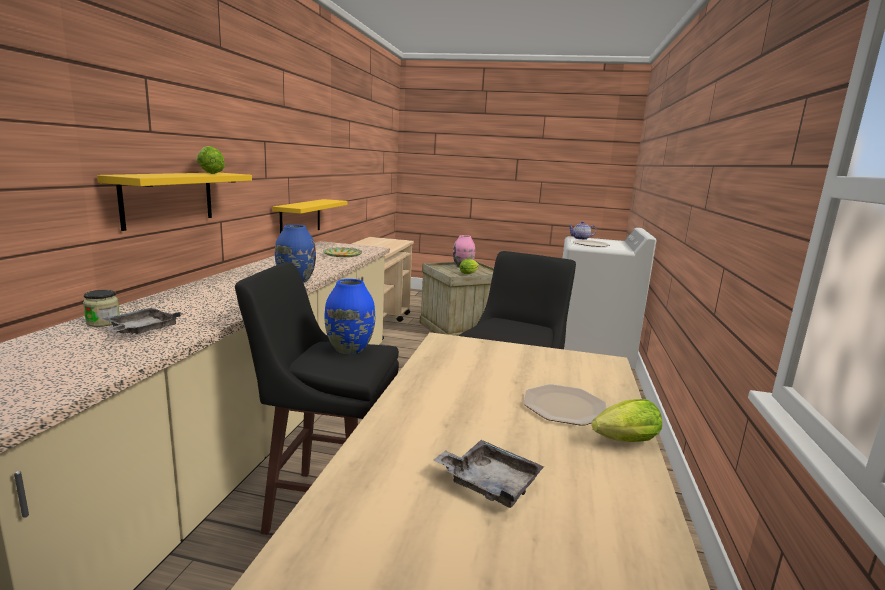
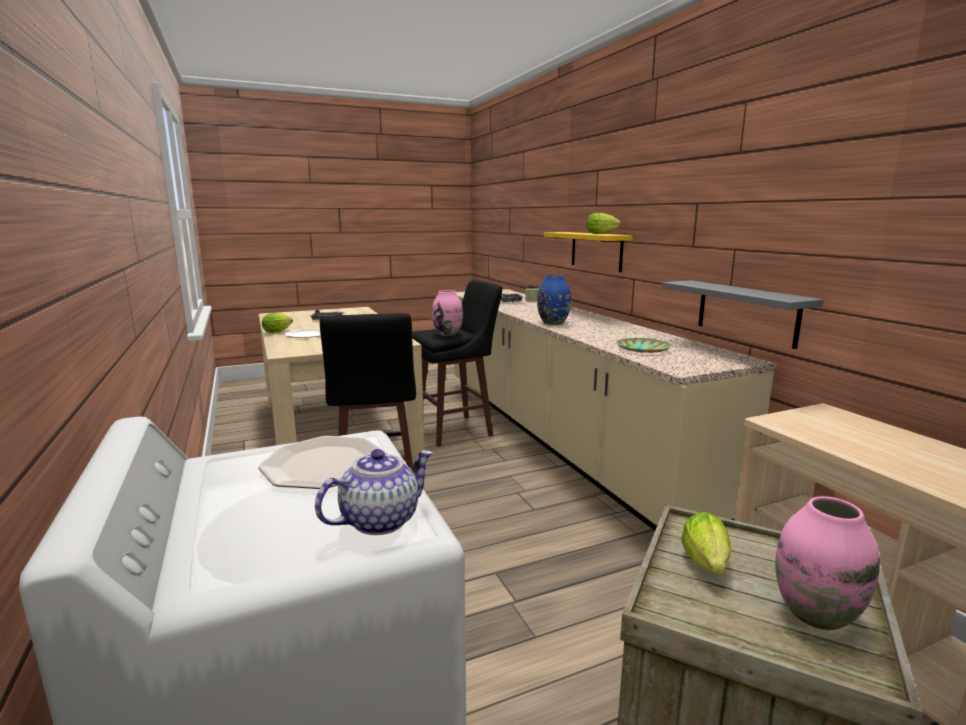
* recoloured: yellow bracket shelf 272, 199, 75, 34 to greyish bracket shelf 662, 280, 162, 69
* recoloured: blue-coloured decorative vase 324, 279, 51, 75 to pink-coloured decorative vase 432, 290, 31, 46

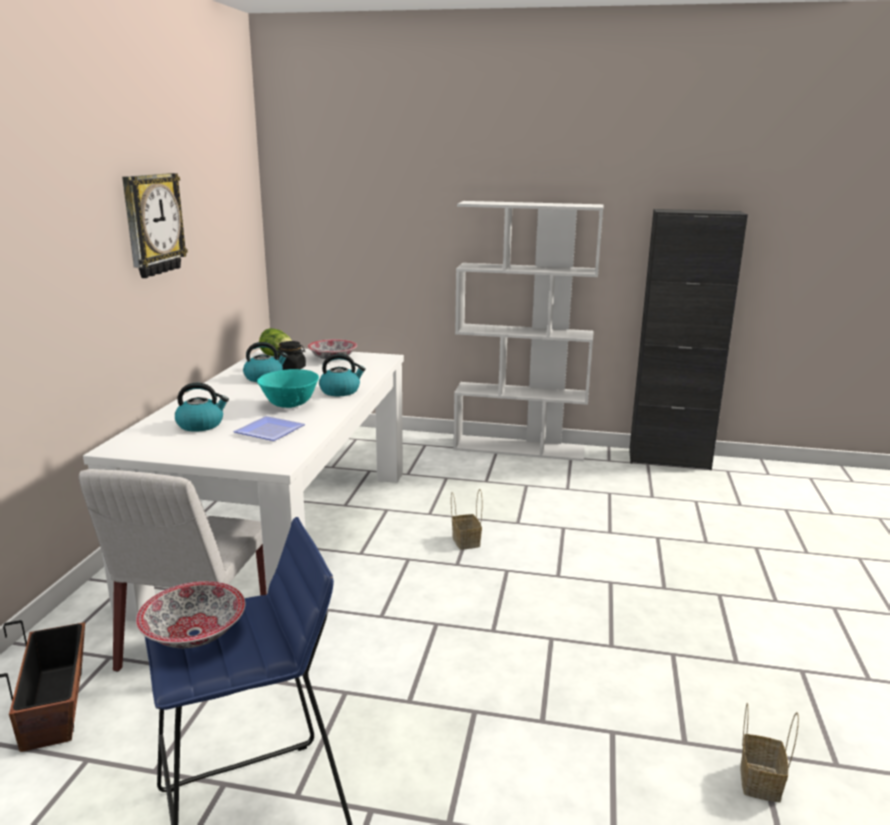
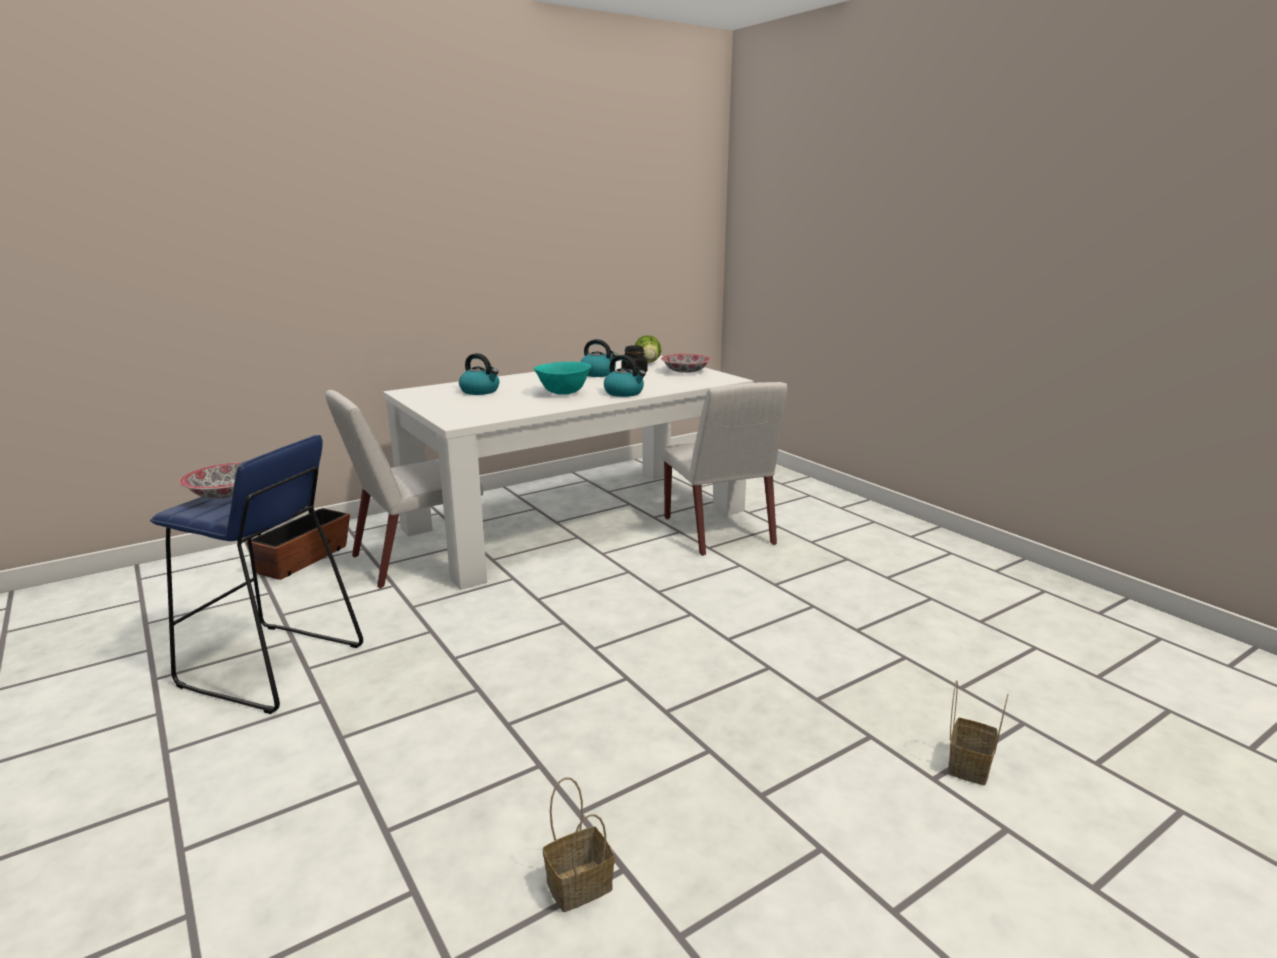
* removed: wall clock 122, 173, 66, 105
* removed: dinner plate 233, 416, 72, 25
* removed: whitish bookcase 453, 201, 151, 260
* removed: black-coloured cabinet 629, 209, 119, 261
* added: whitish upright chair 662, 382, 126, 174
* moved: storage basket 451, 489, 31, 61 to 948, 680, 61, 105

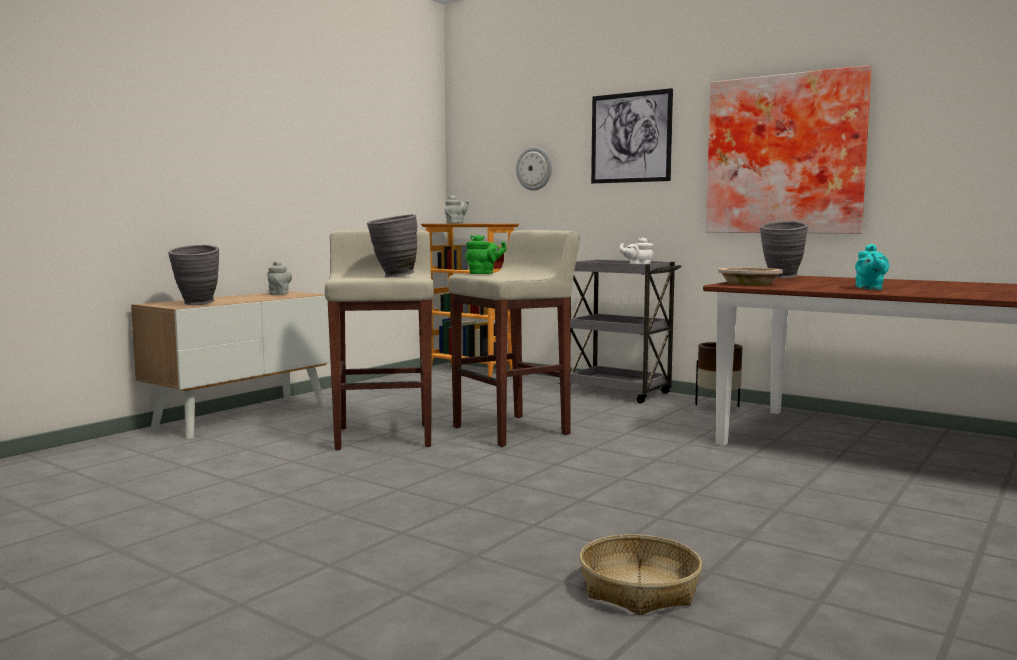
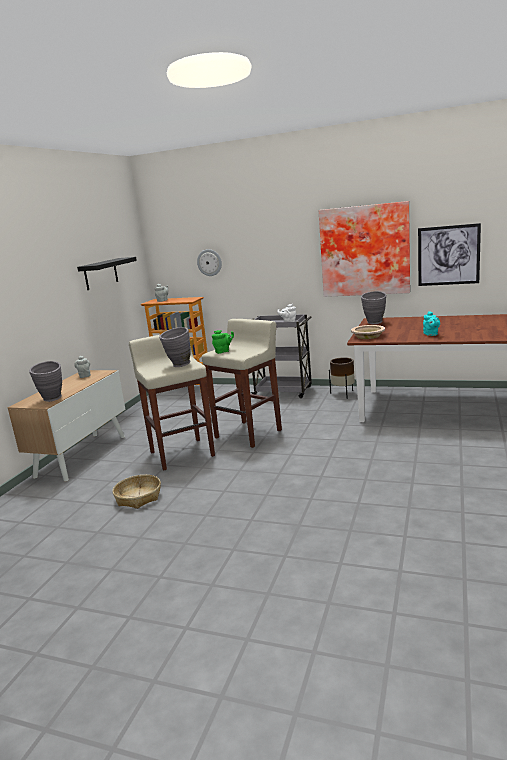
* added: black-coloured bracket shelf 77, 257, 60, 33
* moved: storage basket 579, 534, 123, 81 to 113, 475, 48, 34
* moved: wall picture 591, 88, 82, 95 to 418, 223, 63, 63

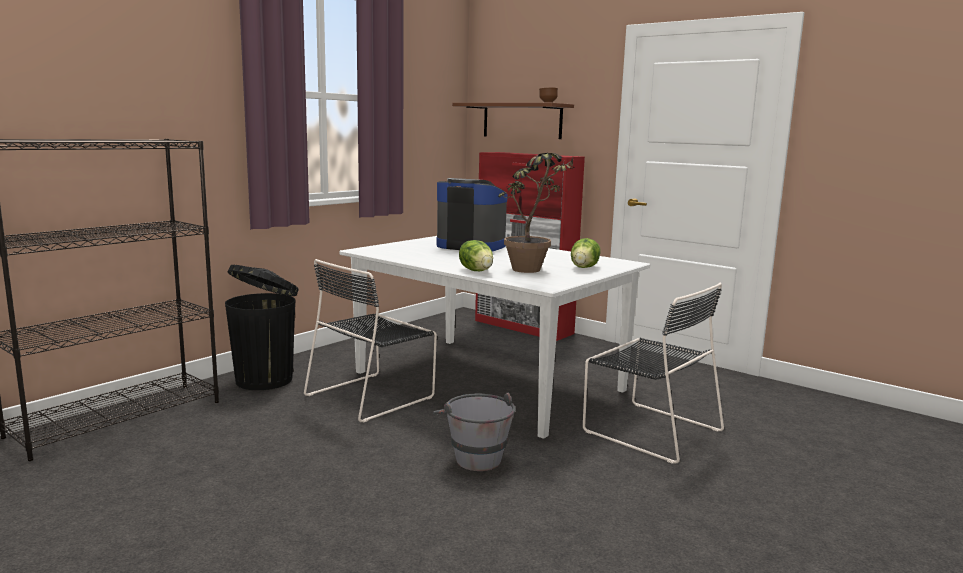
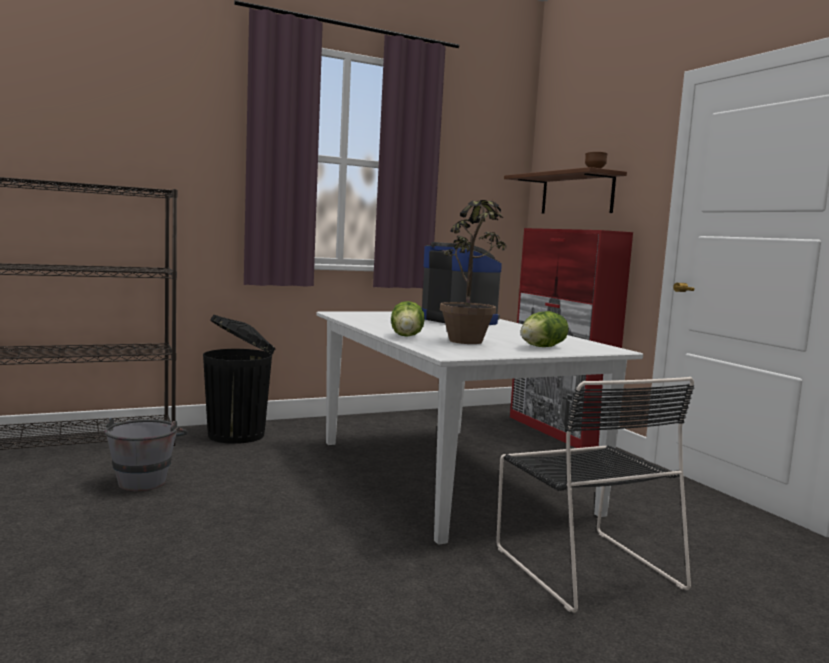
* removed: black-coloured upright chair 304, 259, 133, 164
* moved: greyish water bucket 433, 392, 83, 79 to 104, 418, 84, 73

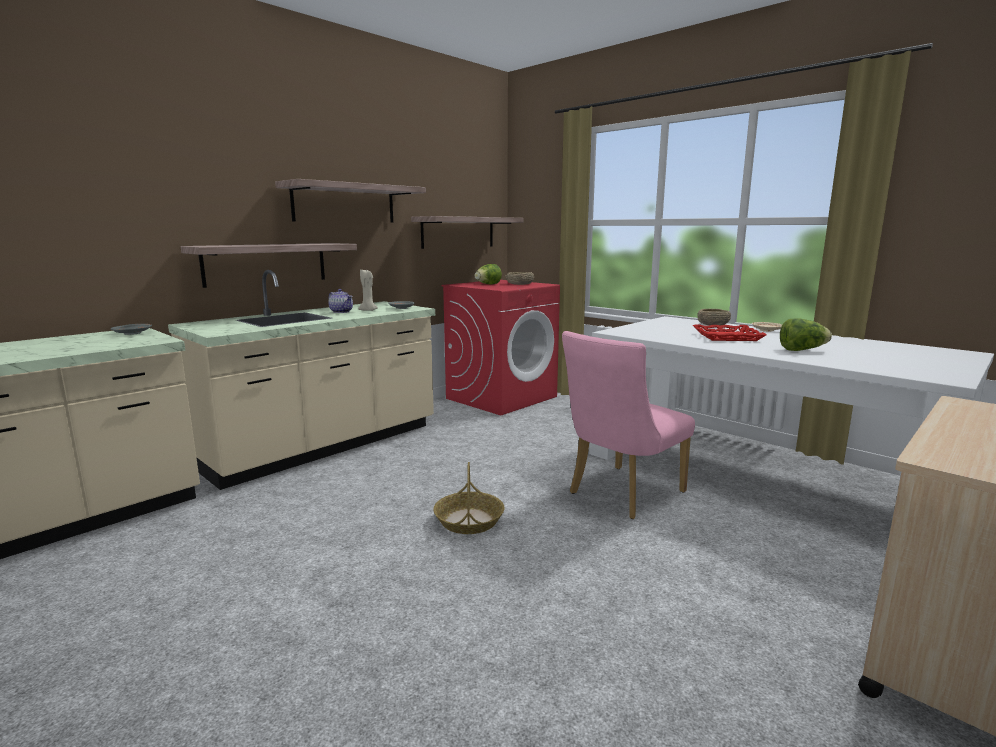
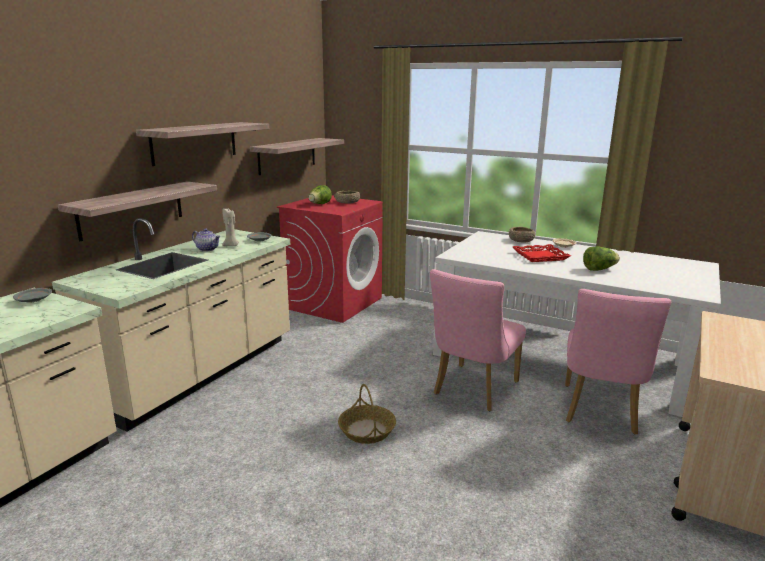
* added: pink-coloured upright chair 565, 289, 106, 145

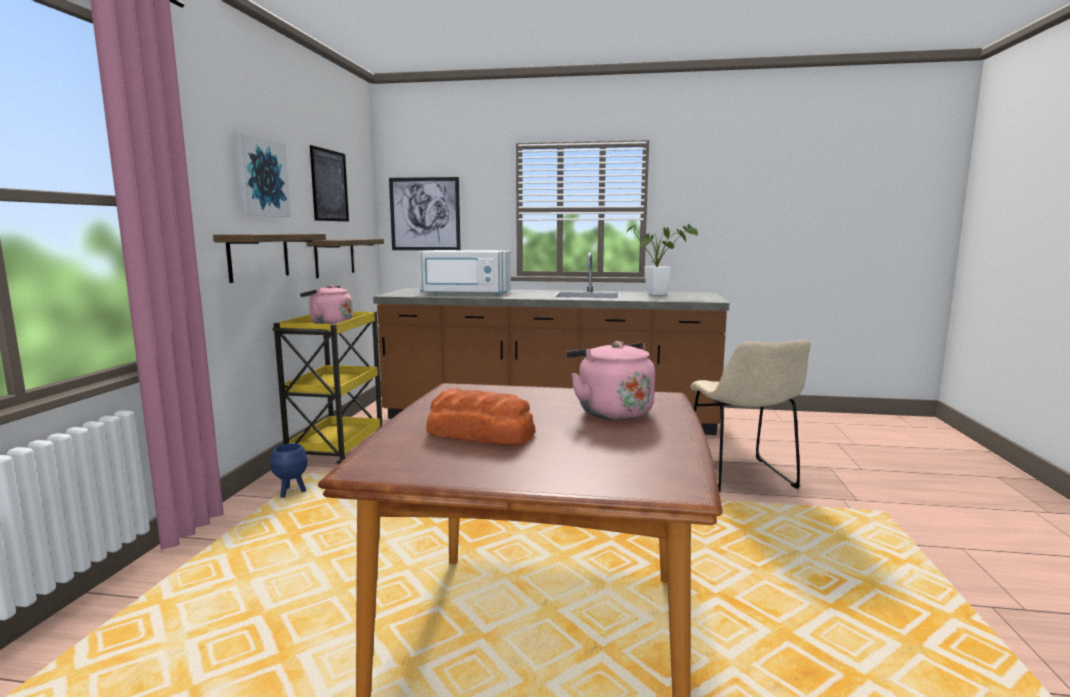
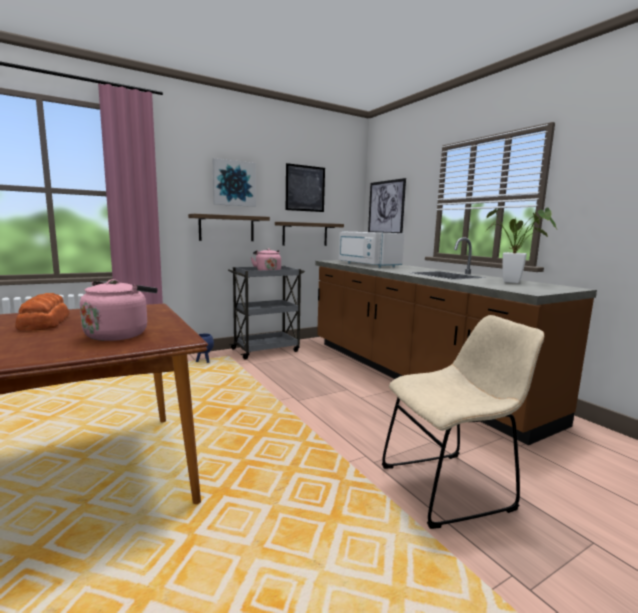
* recoloured: yellow cart 272, 311, 110, 154 to greyish cart 228, 266, 77, 94
* turned: beige upright chair 690, 340, 120, 153 = 382, 315, 162, 214 150 degrees counterclockwise

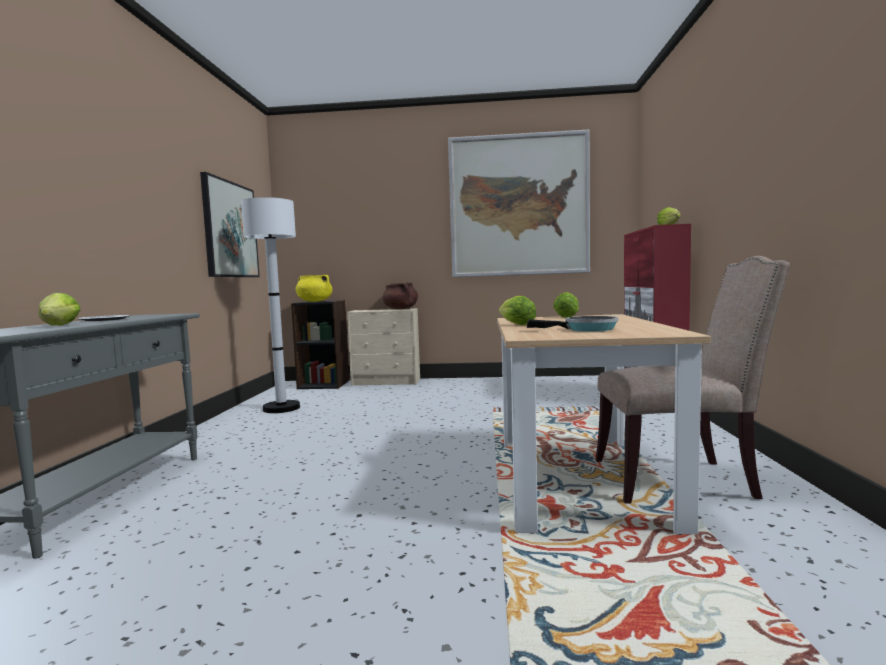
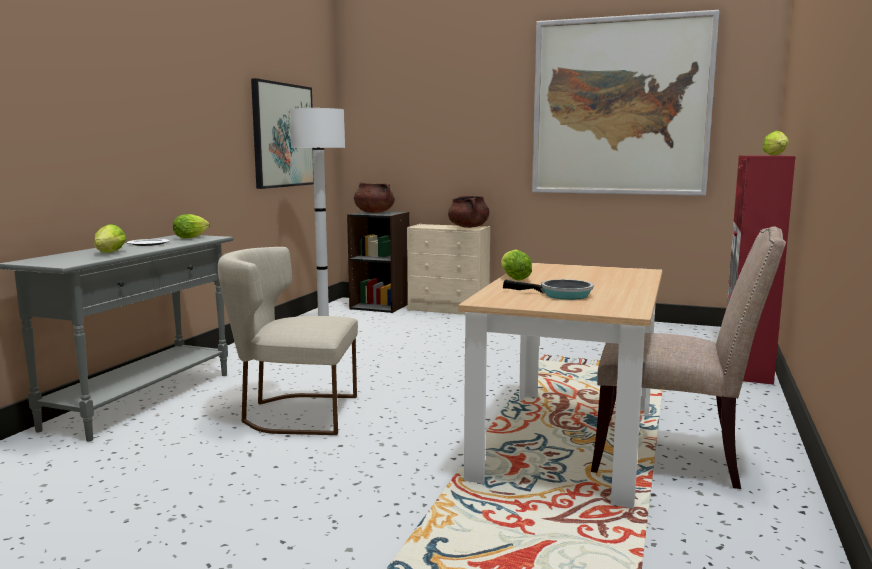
* added: beige upright chair 218, 247, 140, 188
* moved: lettuce 553, 292, 26, 26 to 173, 214, 37, 25
* recoloured: yellow cooking pot 296, 275, 37, 27 to brownish cooking pot 354, 182, 40, 31

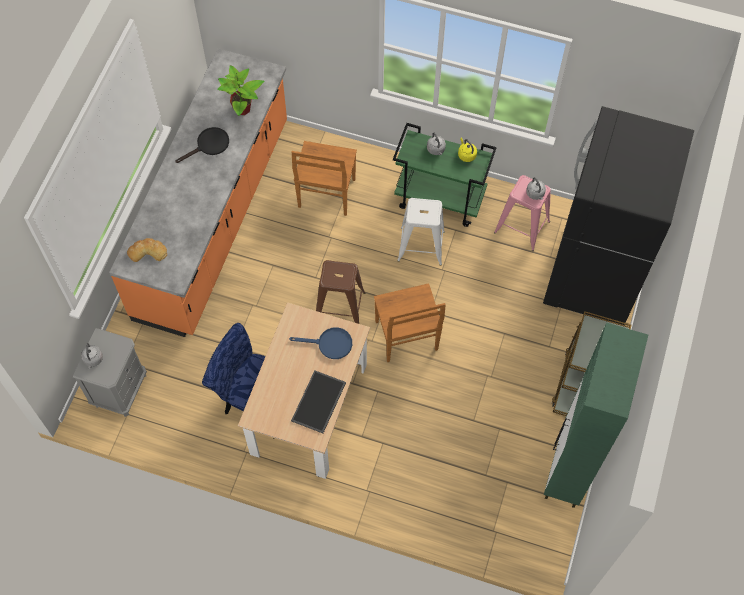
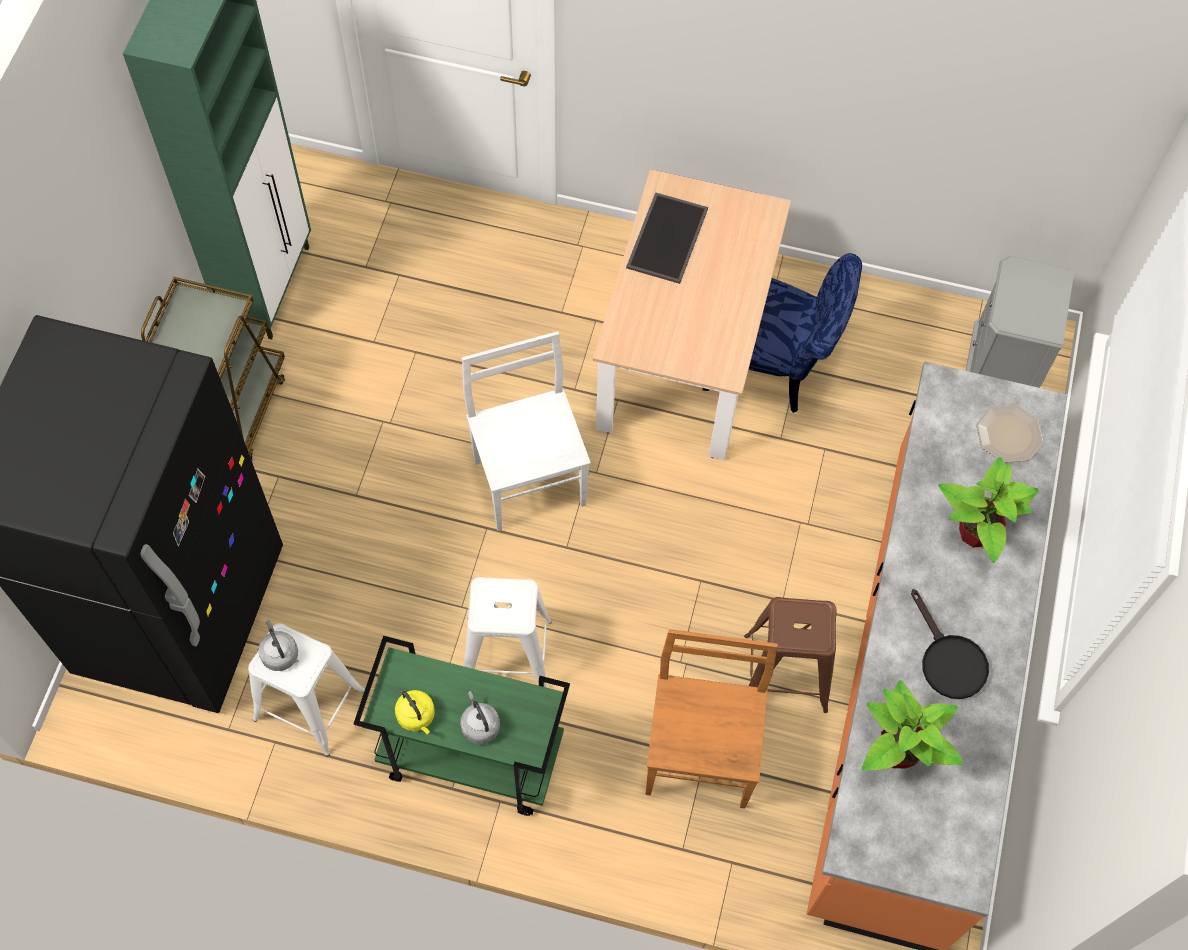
* removed: greyish water kettle 81, 343, 22, 26
* removed: blue-coloured skillet 289, 327, 63, 32
* added: potted plant 938, 457, 100, 106
* moved: brownish stool seat 316, 260, 49, 64 to 744, 597, 93, 116
* replaced: bakery bread 127, 238, 40, 24 to dinner plate 976, 405, 67, 58
* recoloured: brownish upright chair 374, 283, 72, 79 to whitish upright chair 462, 331, 129, 200
* recoloured: pink-coloured stool seat 494, 175, 57, 76 to whitish stool seat 248, 623, 117, 133
* turned: black-coloured skillet 175, 127, 54, 36 = 911, 589, 78, 110 75 degrees counterclockwise

